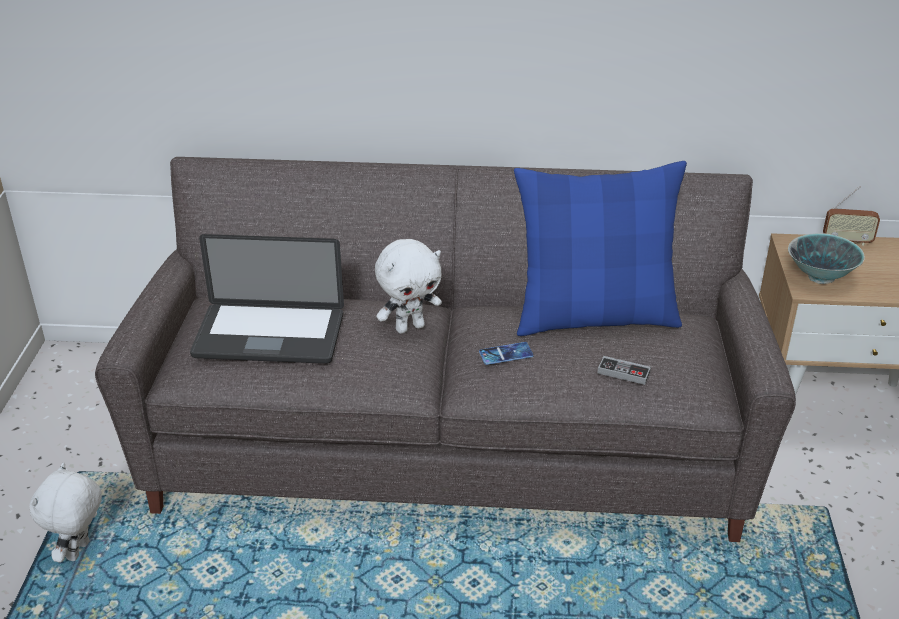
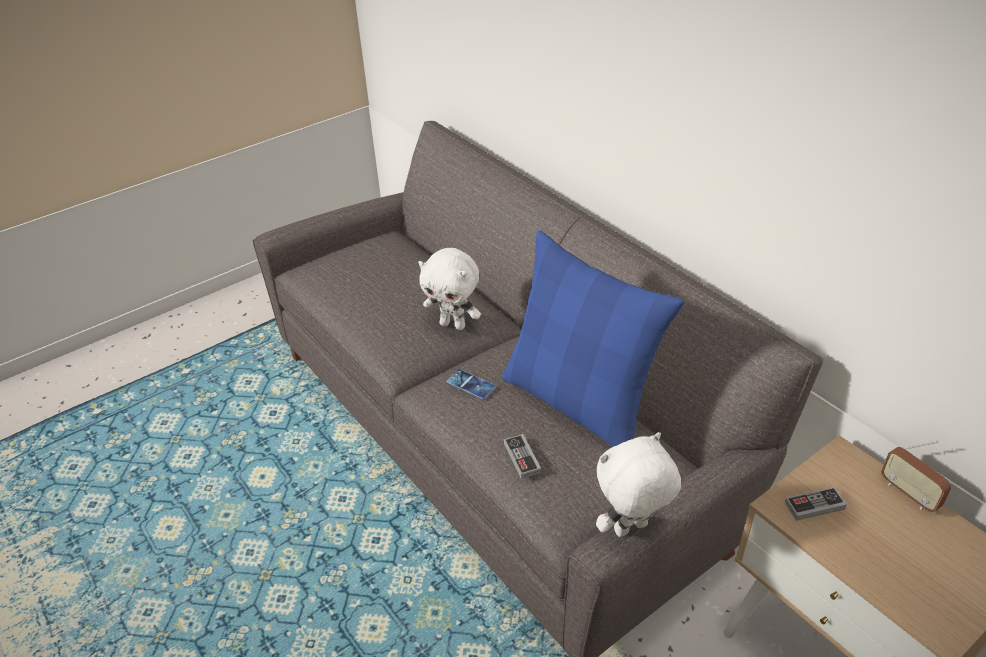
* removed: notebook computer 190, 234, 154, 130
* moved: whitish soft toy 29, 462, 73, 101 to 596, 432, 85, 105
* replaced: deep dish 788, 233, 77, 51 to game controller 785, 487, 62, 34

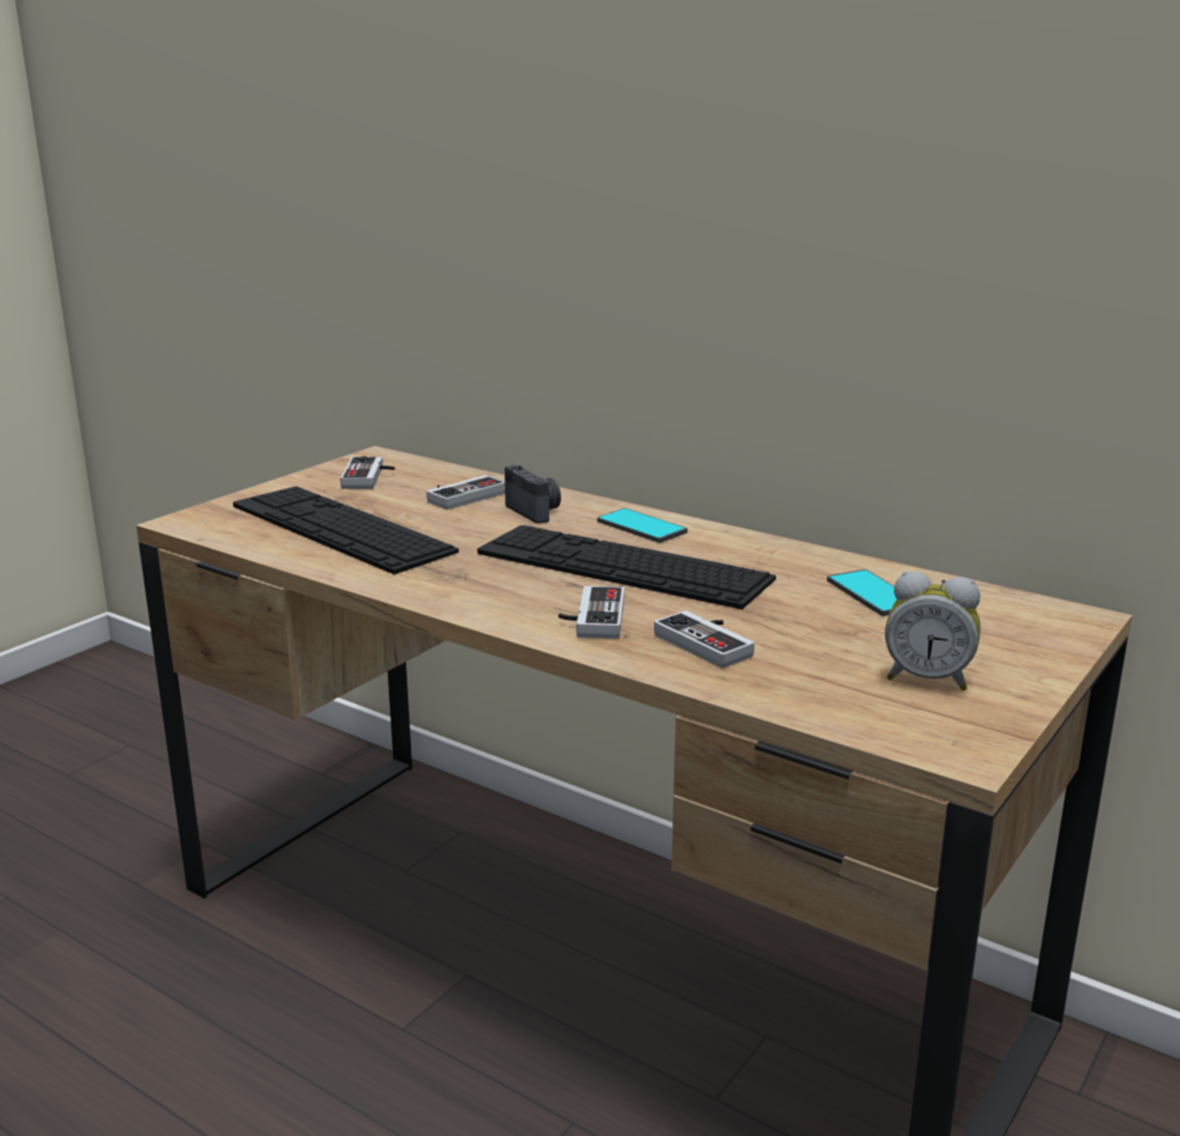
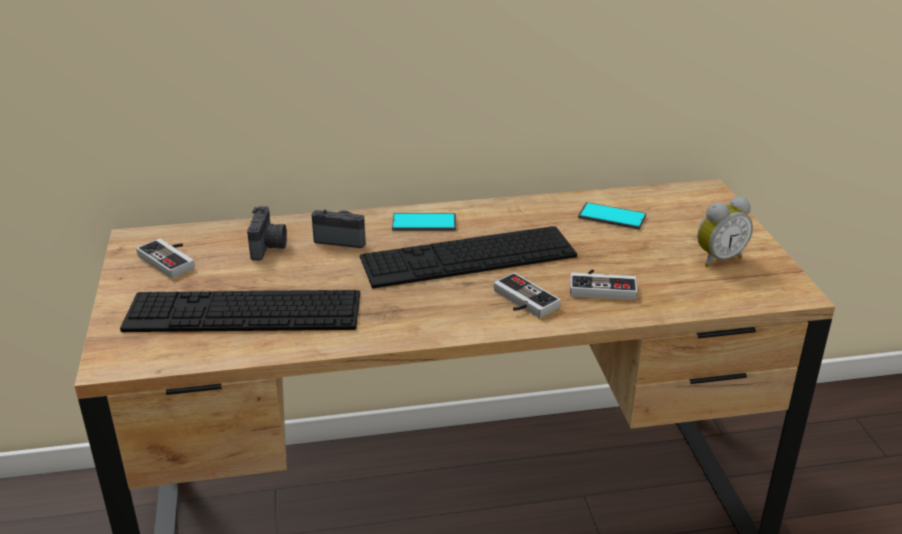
* replaced: game controller 426, 475, 79, 35 to still camera 247, 206, 40, 54

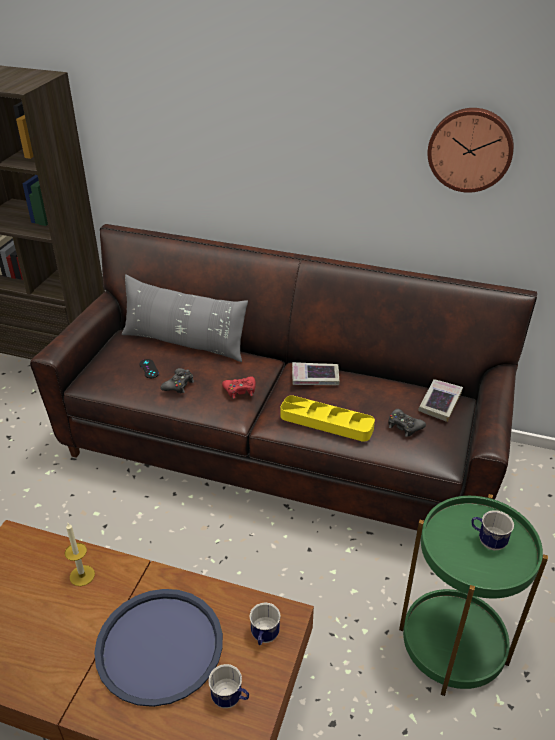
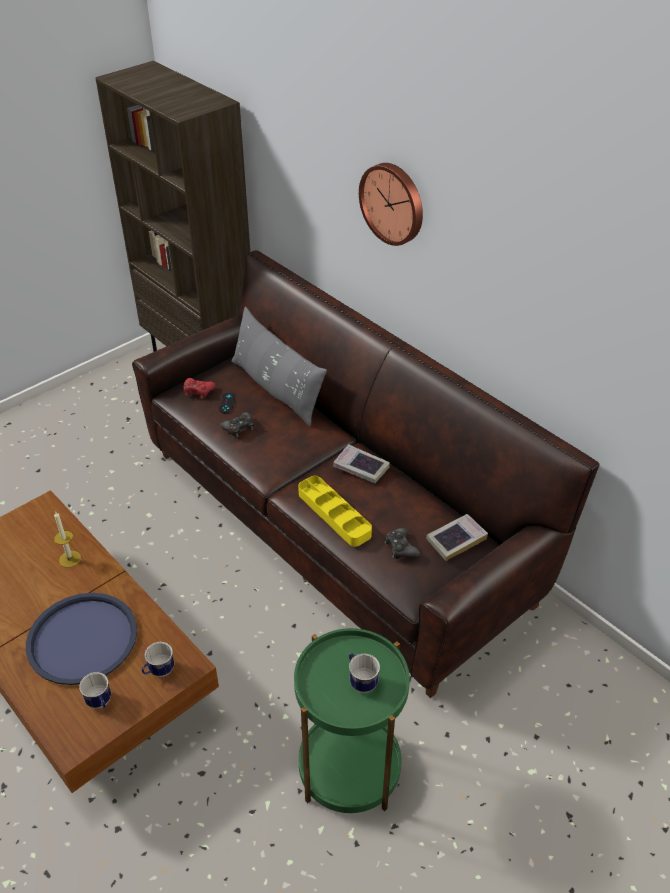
* moved: red-coloured game controller 222, 376, 34, 23 to 183, 378, 33, 21
* moved: wall clock 428, 108, 86, 85 to 359, 163, 64, 83

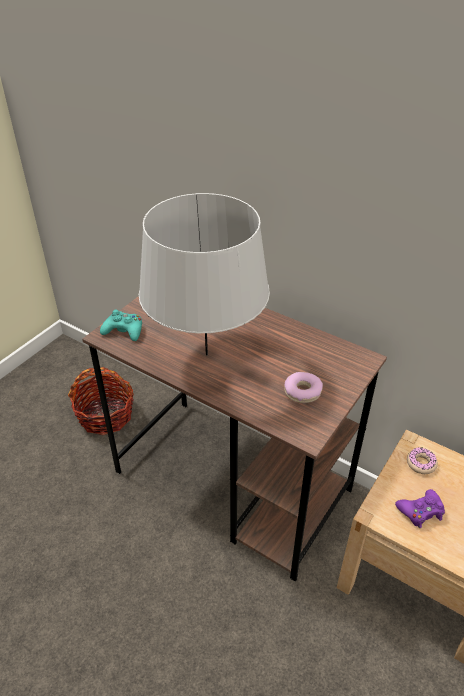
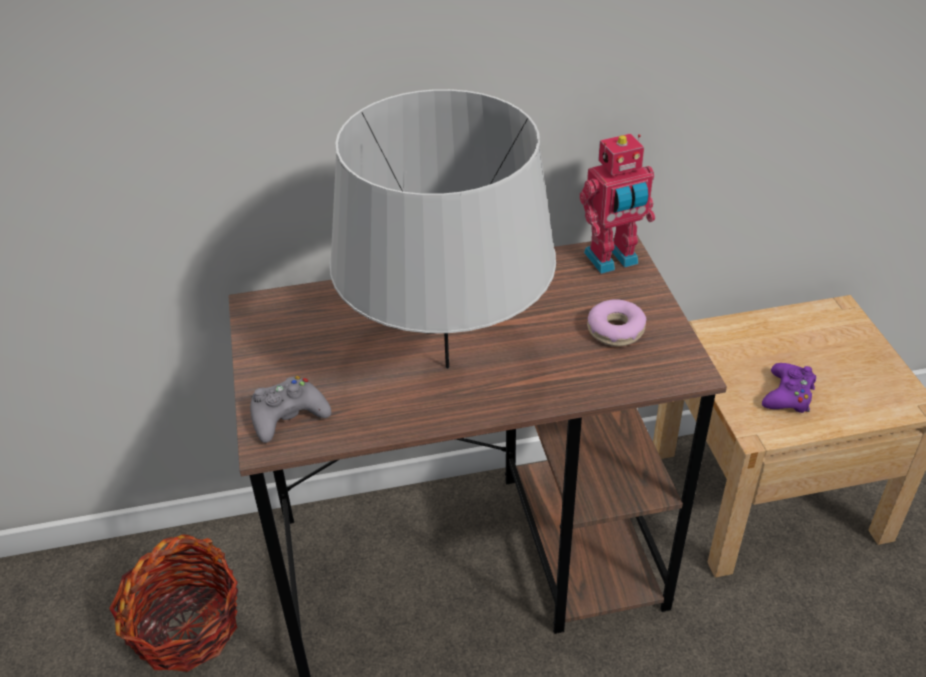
* removed: doughnut 407, 447, 31, 27
* added: robot figure 580, 133, 75, 141
* recoloured: turquoise-coloured game controller 100, 310, 42, 31 to greyish game controller 250, 376, 81, 67

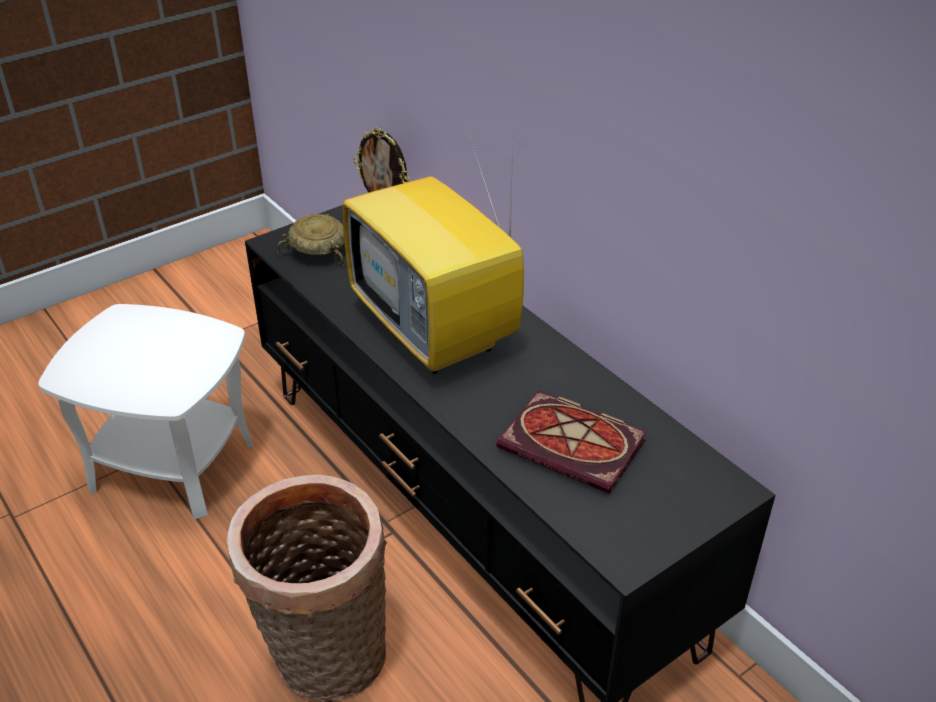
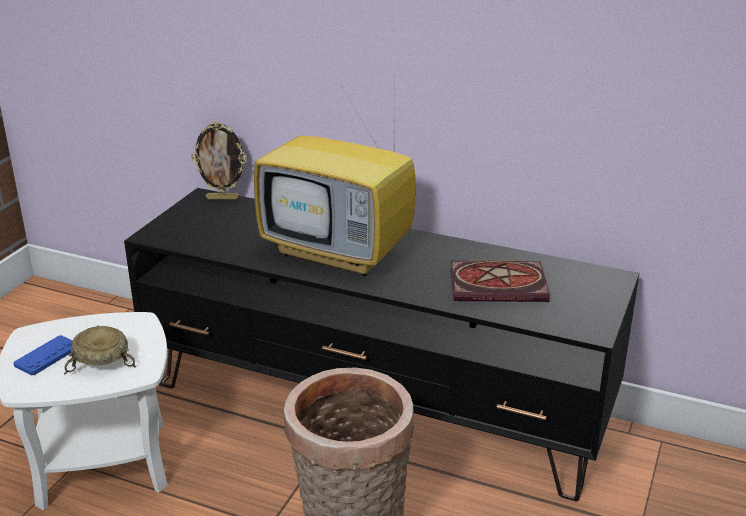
* added: blue-coloured game controller 13, 335, 60, 40
* moved: beige deep dish 277, 214, 68, 53 to 64, 325, 73, 49

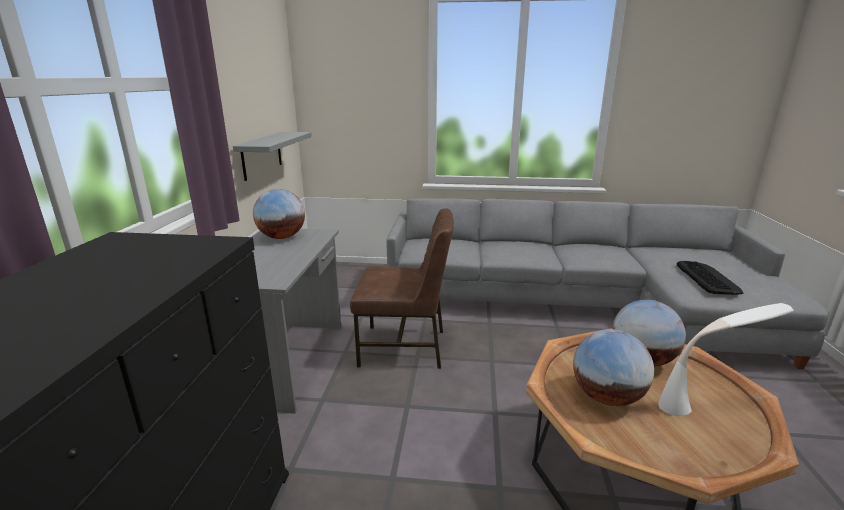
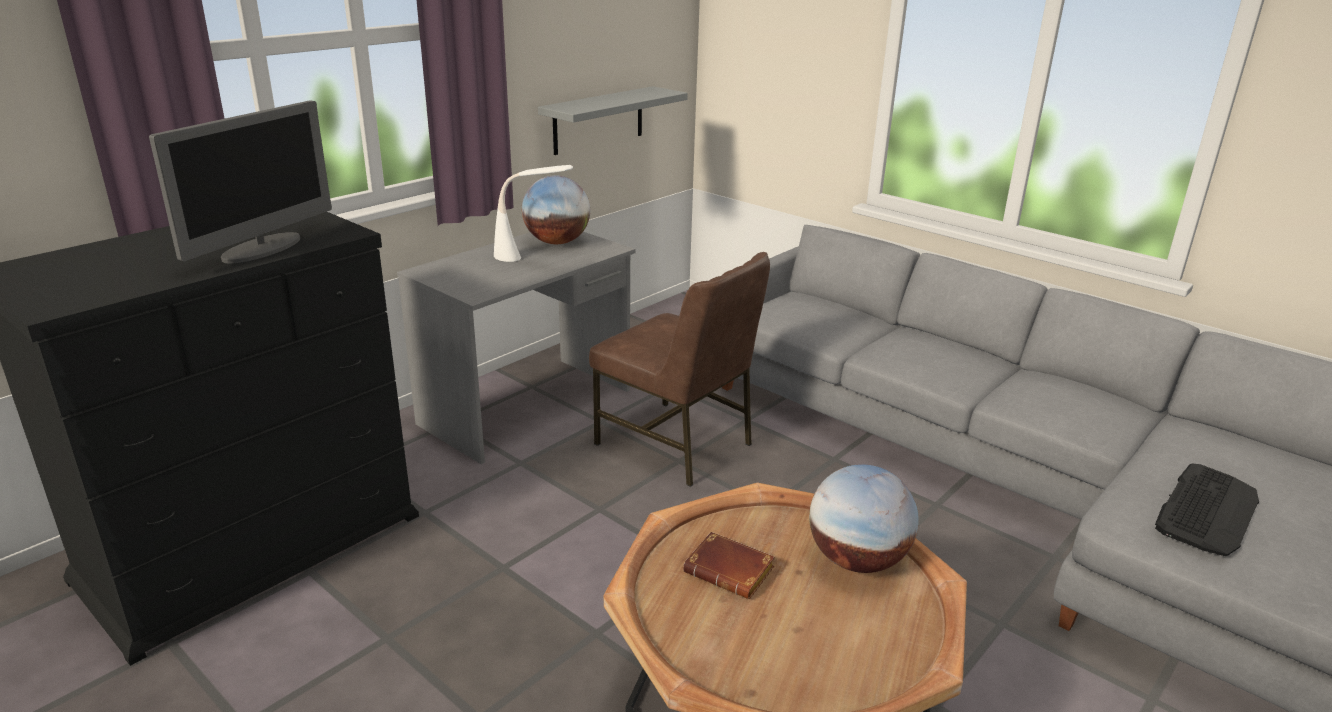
* added: computer display 149, 100, 183, 163
* moved: whitish lamp for a table 658, 303, 136, 113 to 494, 165, 79, 97
* replaced: desk globe 573, 329, 81, 77 to brownish book 683, 532, 92, 67

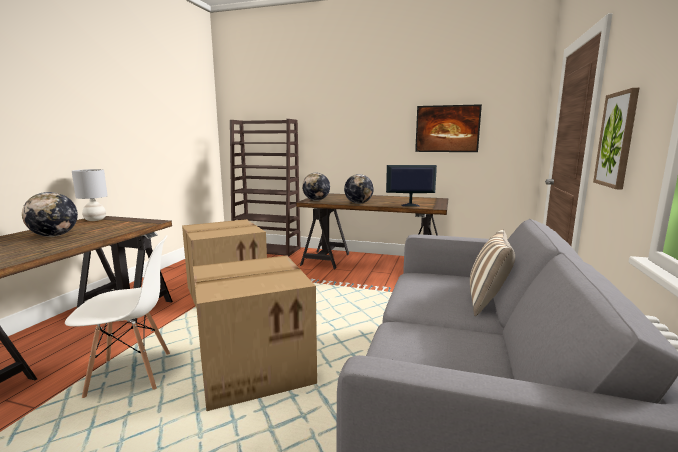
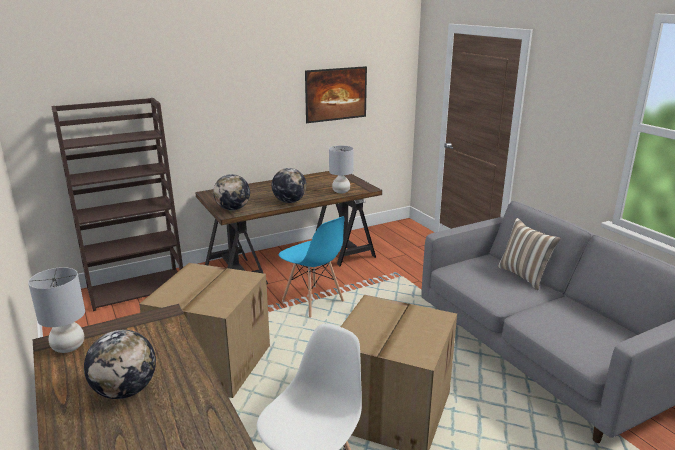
* removed: wall picture 593, 88, 46, 102
* added: blue-coloured upright chair 279, 216, 66, 102
* replaced: computer display 386, 165, 51, 42 to greyish lamp for a table 329, 146, 25, 48

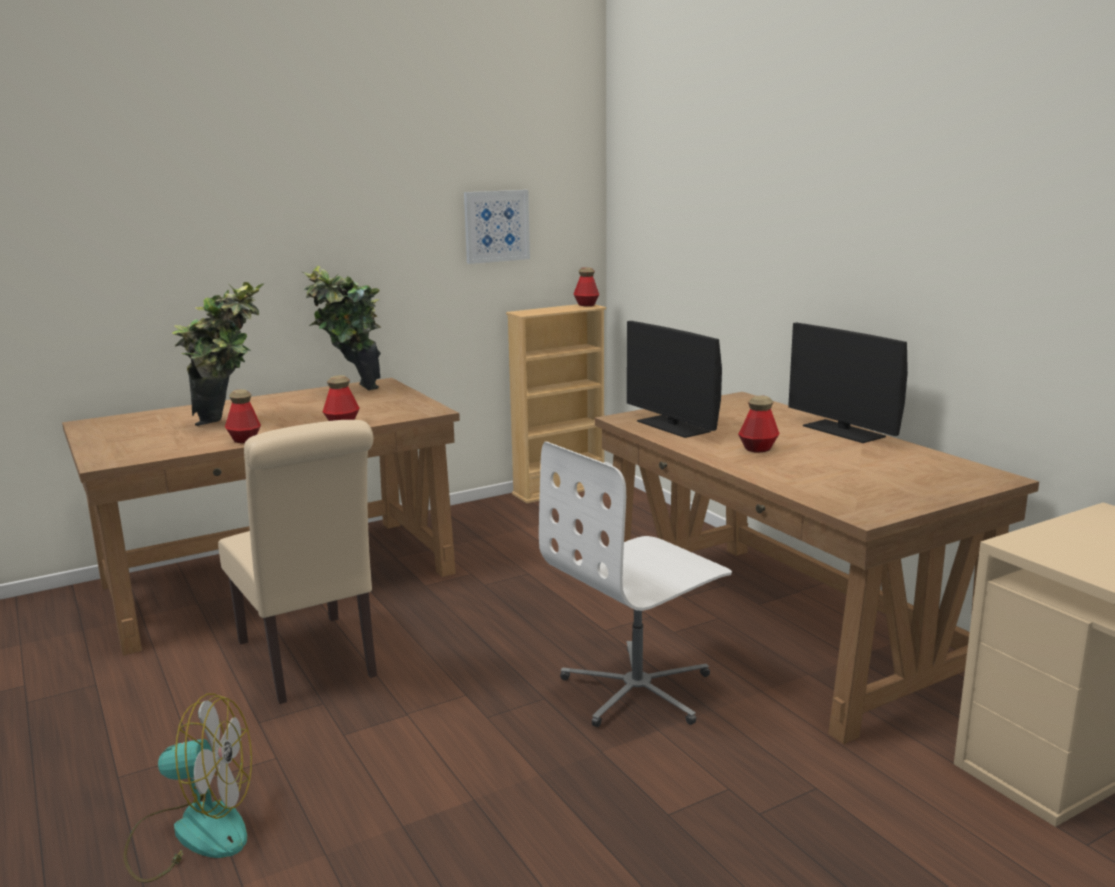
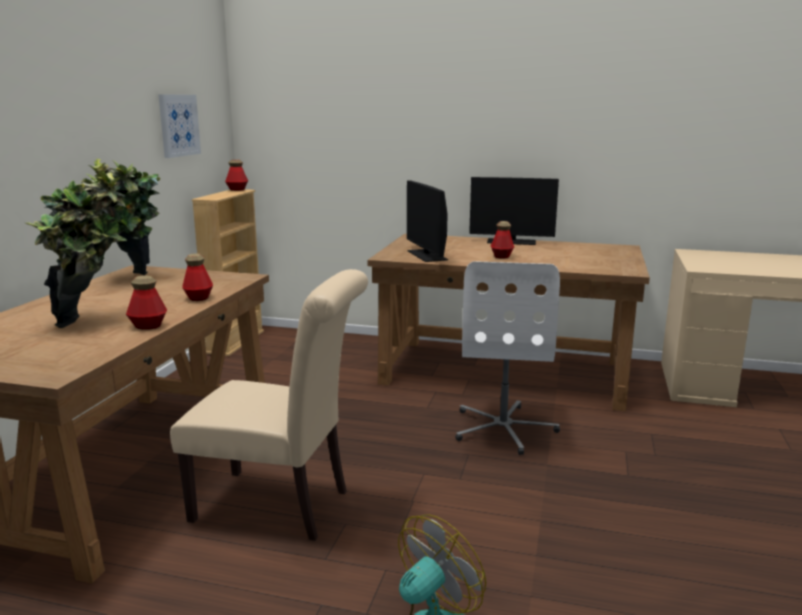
* turned: computer display 627, 321, 95, 117 = 407, 180, 41, 82 60 degrees clockwise

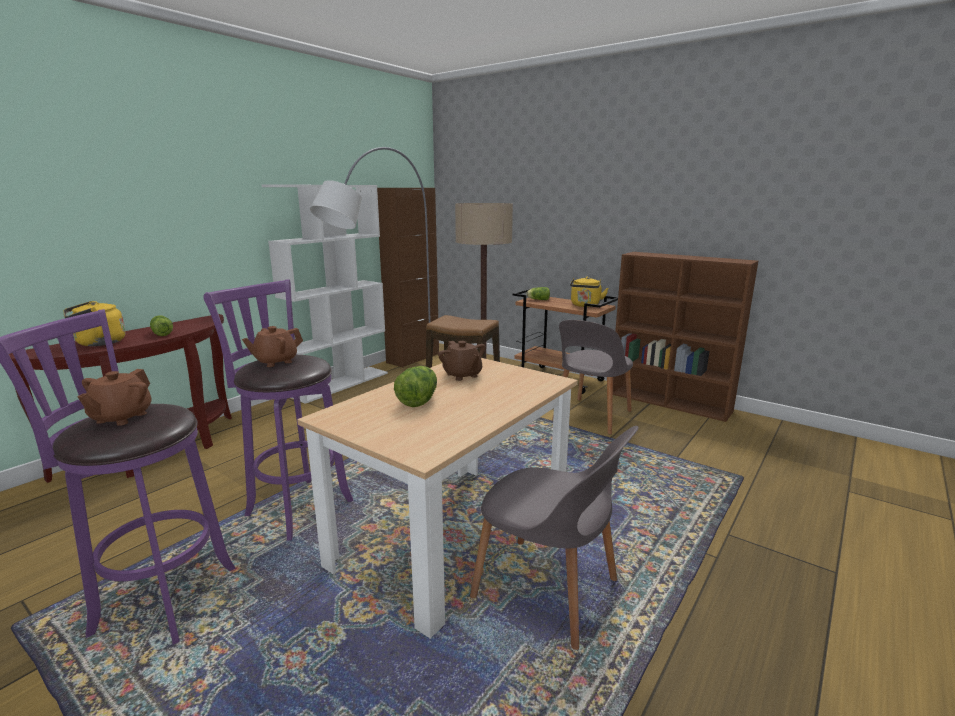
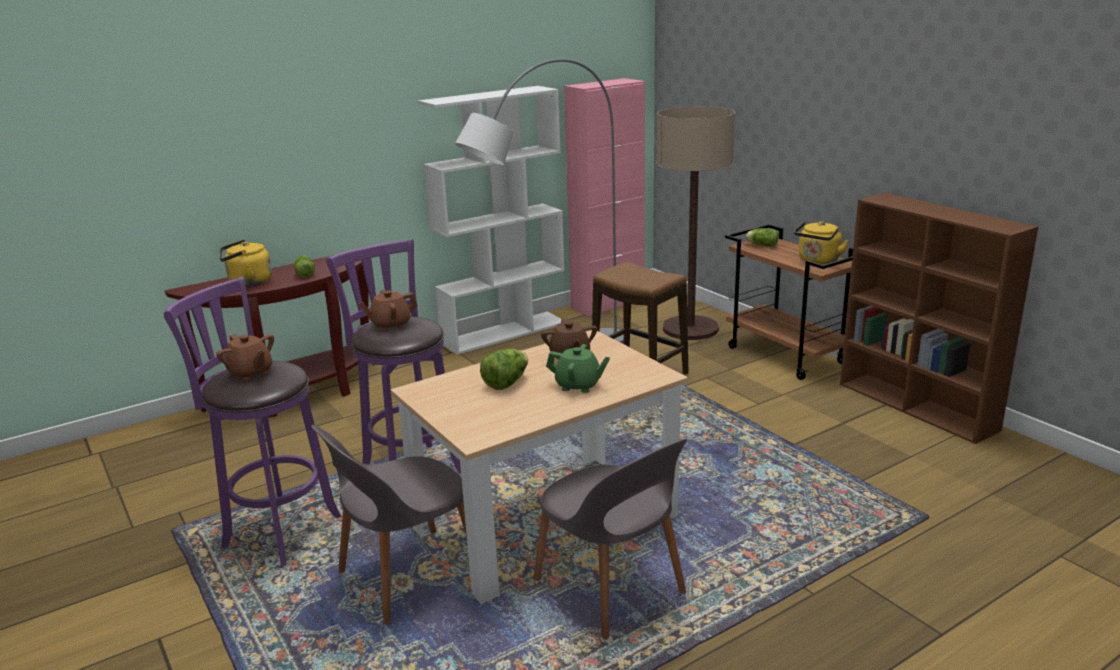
* added: green-coloured pot for tea 546, 344, 64, 49
* moved: greyish upright chair 552, 320, 81, 115 to 311, 425, 156, 199
* recoloured: brownish cabinet 377, 188, 62, 180 to pink-coloured cabinet 564, 78, 81, 239
* turned: brownish pot for tea 77, 369, 75, 57 = 216, 334, 58, 47 75 degrees counterclockwise

